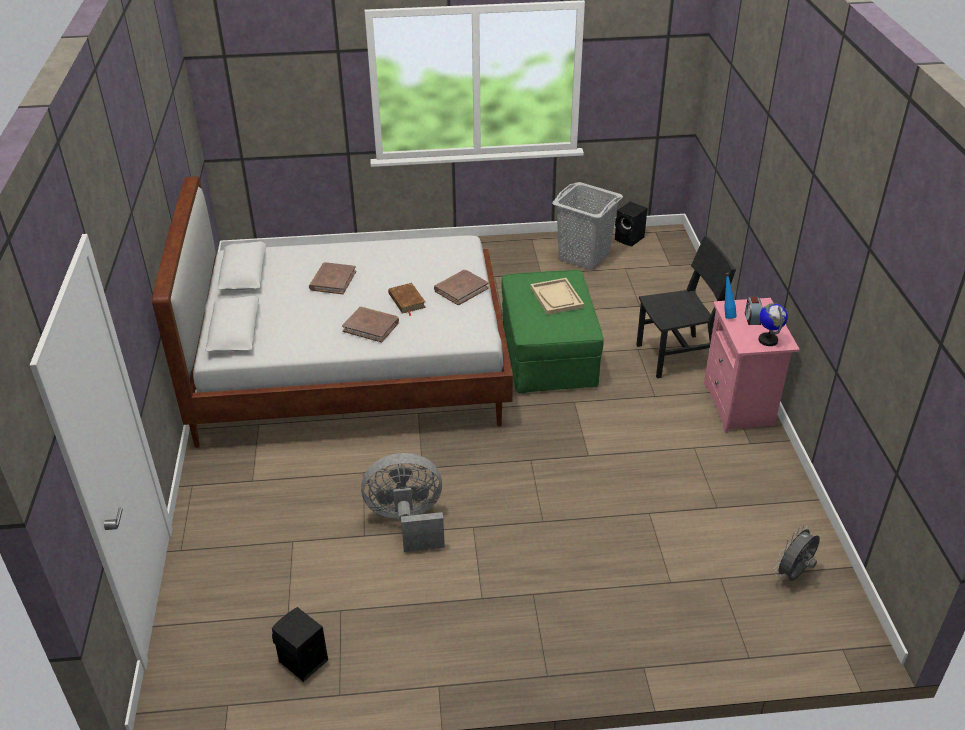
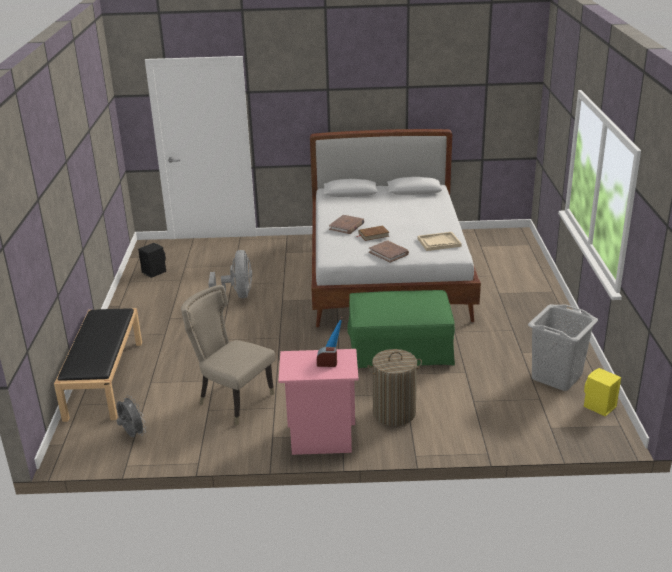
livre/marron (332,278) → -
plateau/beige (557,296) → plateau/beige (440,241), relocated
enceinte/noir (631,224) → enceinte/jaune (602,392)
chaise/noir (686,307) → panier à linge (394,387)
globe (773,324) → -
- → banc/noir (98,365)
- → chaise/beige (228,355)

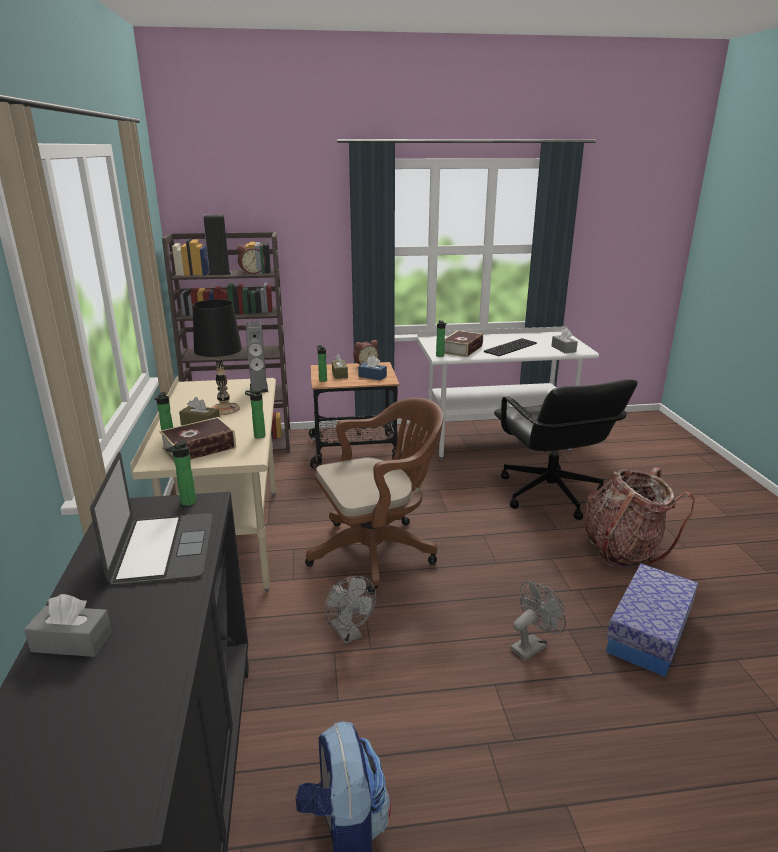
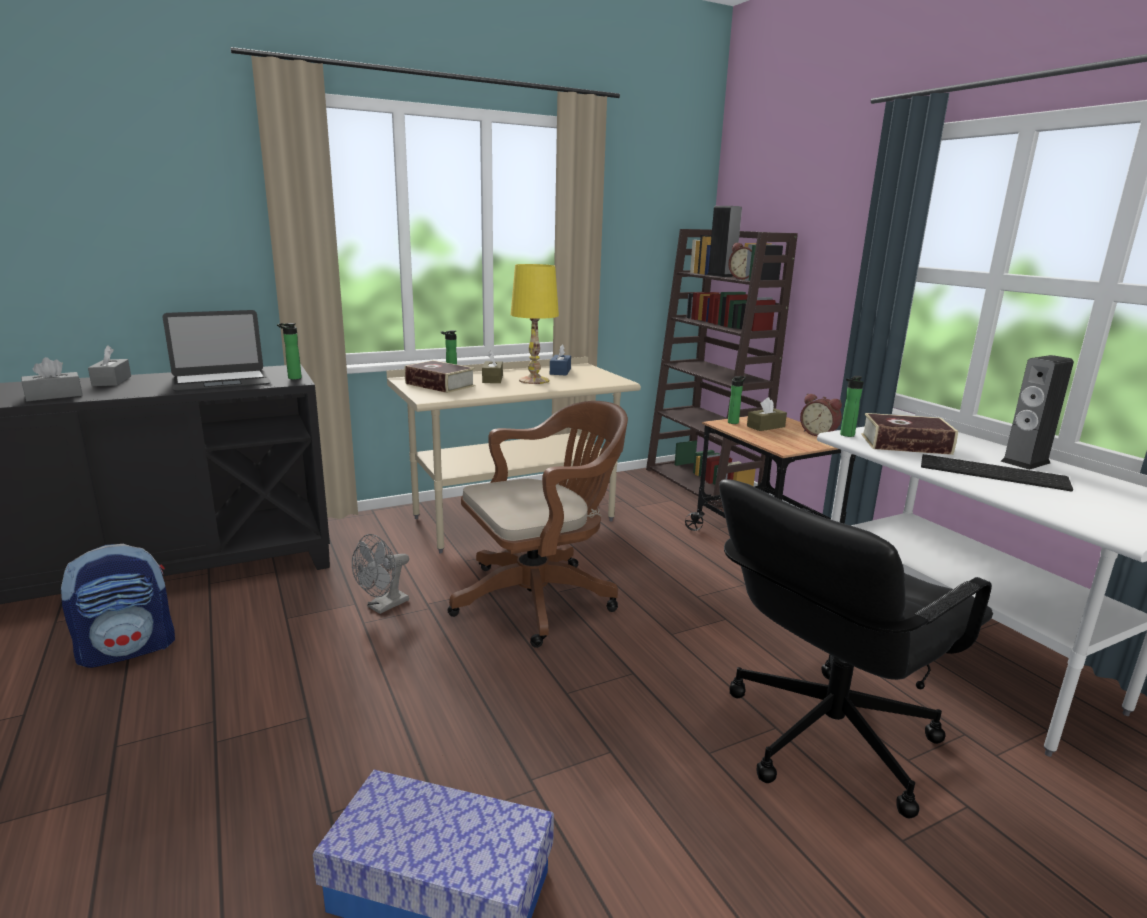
lampe de table/noir (217,357) → lampe de table/jaune (535,324)
enceinte (256,357) → enceinte (1037,412), relocated
bouteille (255,413) → -
chaise de bureau/marron (374,496) → chaise de bureau/marron (537,524), 75 degrees counterclockwise
boîte à mouchoirs/bleu (372,368) → boîte à mouchoirs/bleu (560,359), relocated
ventilateur/gris (538,621) → -
boîte à mouchoirs/gris (565,340) → boîte à mouchoirs/gris (51,379), relocated
sac à dos (639,517) → -

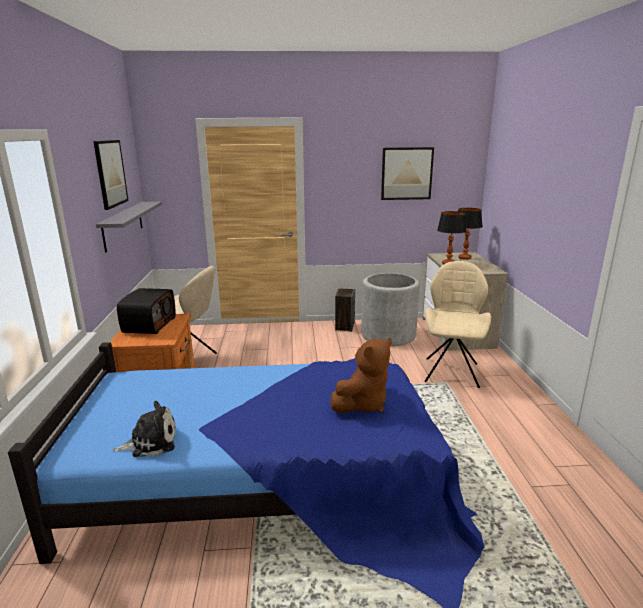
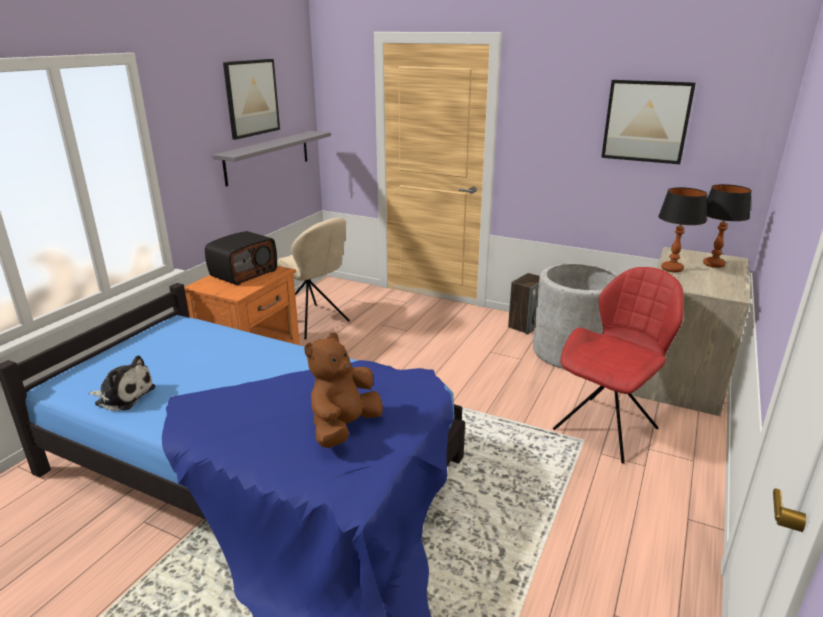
peluche/marron (361,375) → peluche/marron (343,390), 135 degrees clockwise
chaise/beige (458,324) → chaise/rouge (618,365)

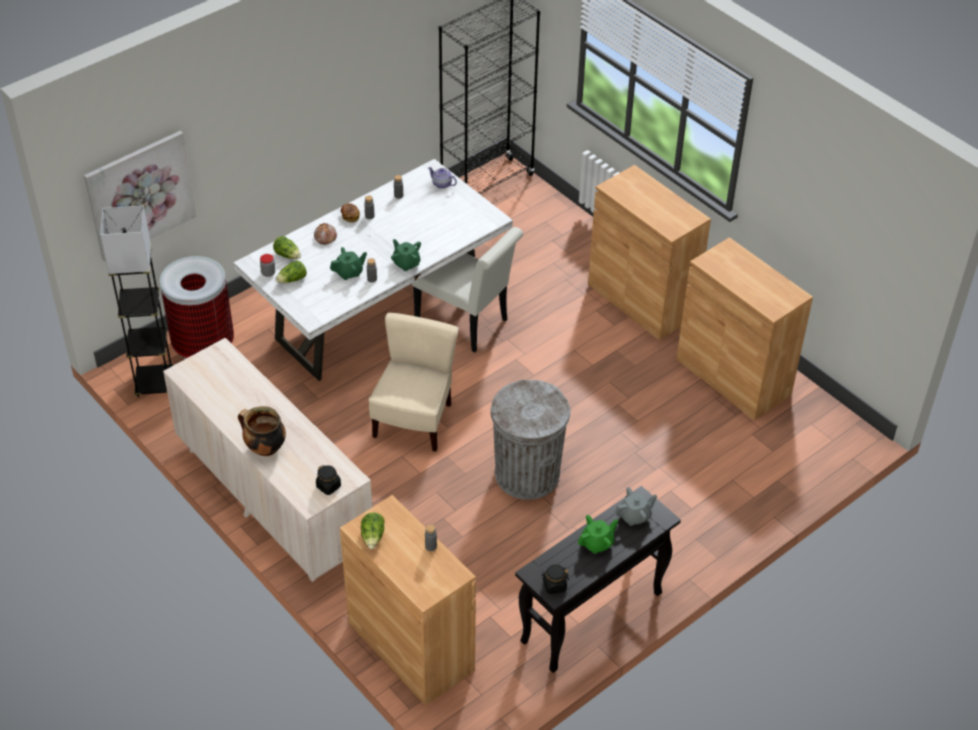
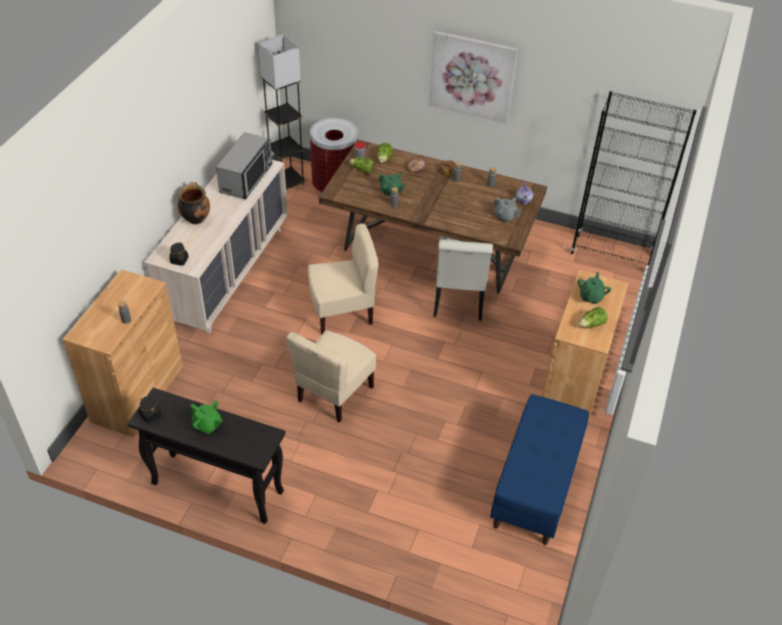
tableau (140,196) → tableau (473,77), relocated
table à manger/blanc (373,270) → table à manger/marron (433,216)
laitue (372,531) → laitue (593,317), relocated
théière/vert (406,255) → théière/vert (594,288), relocated
poubelle/gris (530,440) → chaise/beige (331,377)
théière/gris (636,506) → théière/gris (507,210), relocated
meuble de rangement/marron (744,329) → banc/bleu (539,469)
- → micro-ondes (244,165)

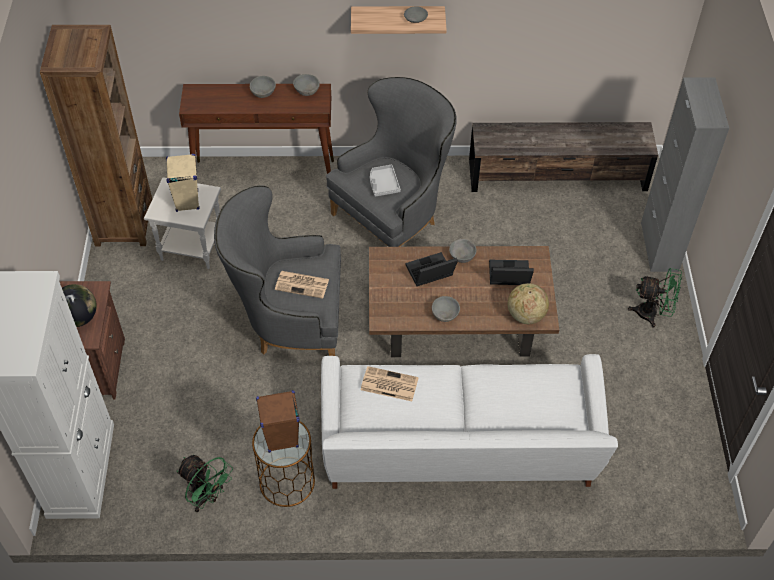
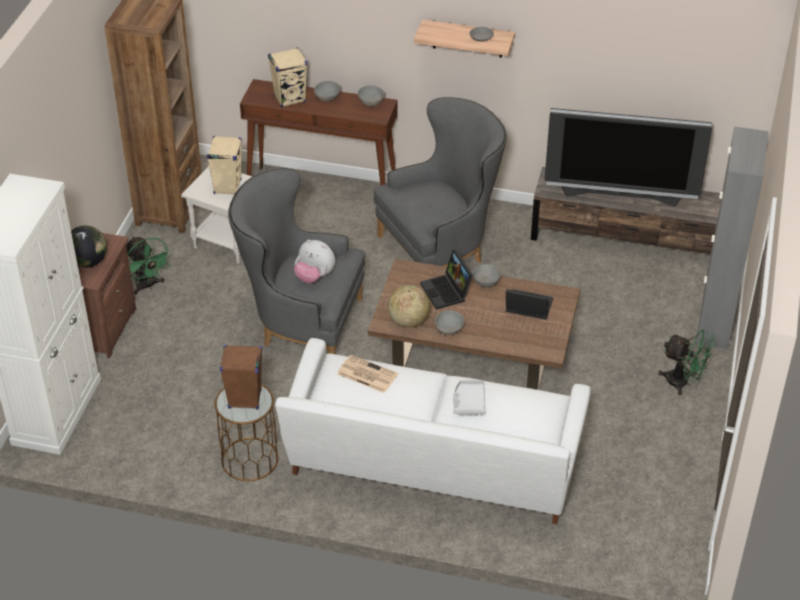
ventilateur/vert (205,483) → ventilateur/vert (149,265), relocated
journal (302,285) → peluche (314,261)
plateau/gris (385,180) → plateau/gris (469,397), relocated
ordinateur portable (431,269) → ordinateur portable (446,279), 105 degrees counterclockwise
globe (528,303) → globe (409,306), relocated
- → enceinte/beige (287,78)
- → téléviseur (628,157)

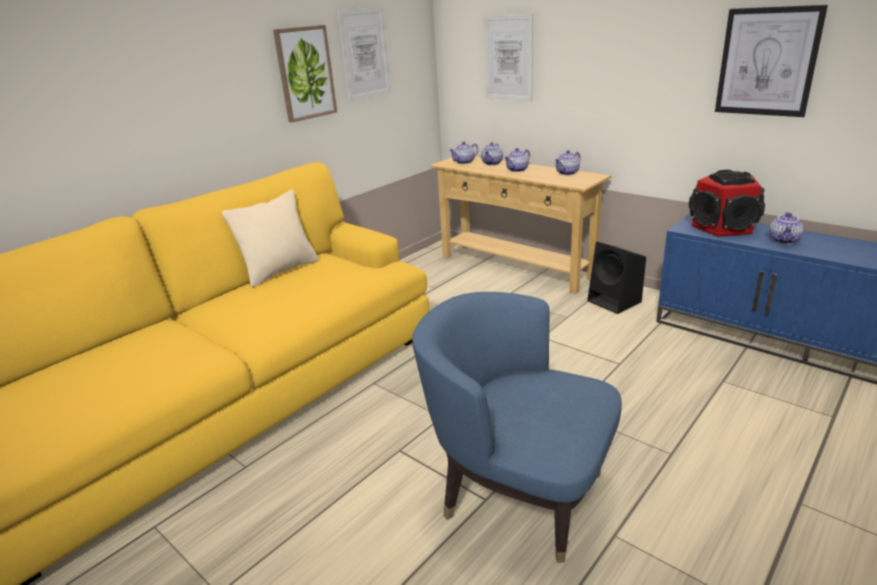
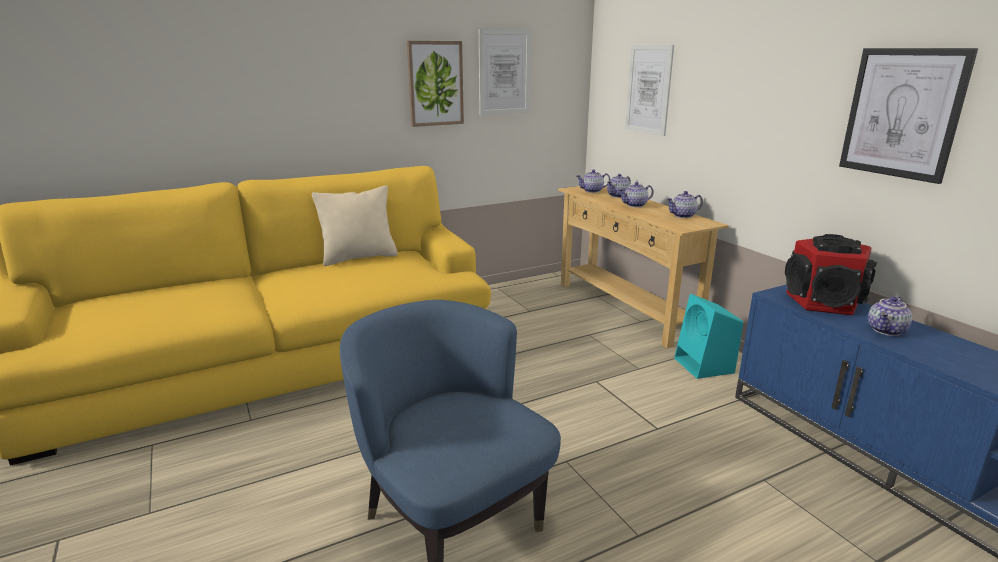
enceinte/noir (616,278) → enceinte/turquoise (708,336)

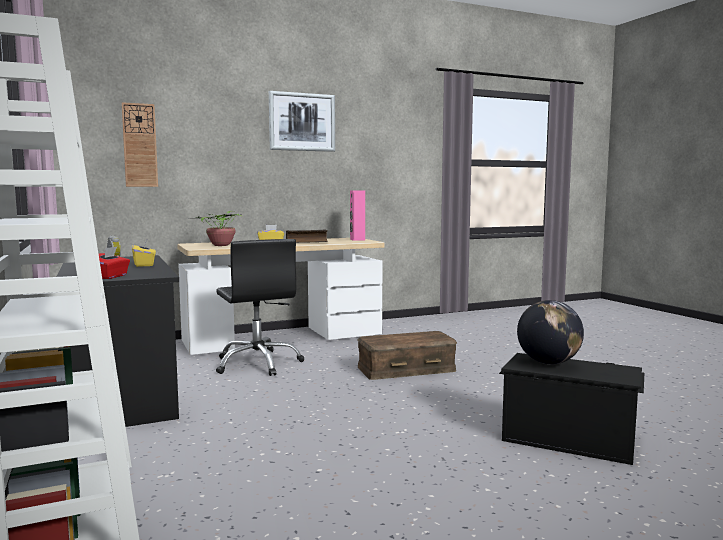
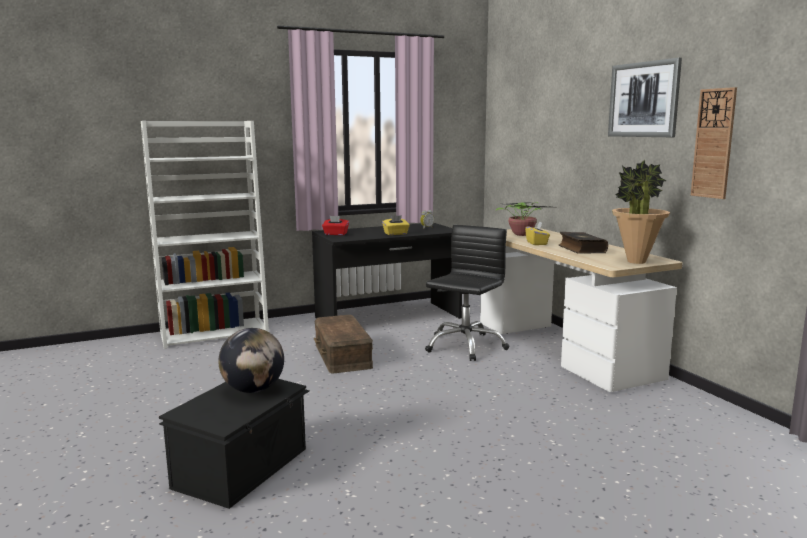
horloge murale (140,144) → horloge murale (714,143), relocated
chaise de bureau/noir (260,307) → chaise de bureau/noir (467,293), 150 degrees clockwise
enceinte/rose (357,215) → plante en pot (641,212)
boîte de rangement/marron (407,355) → boîte de rangement/marron (343,344), relocated

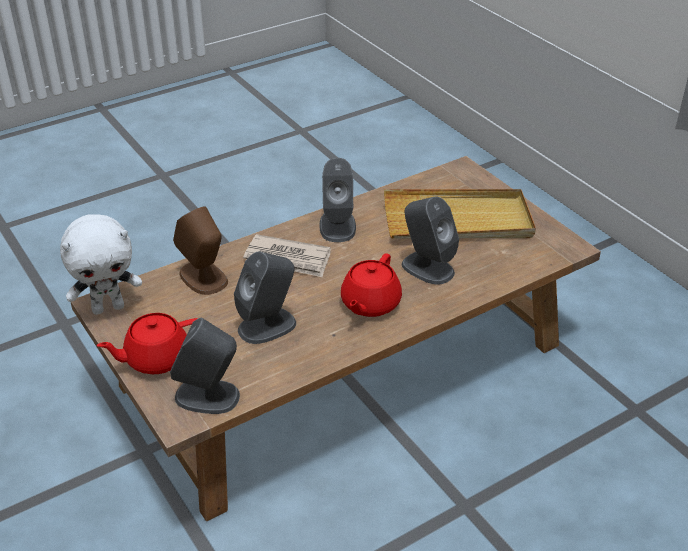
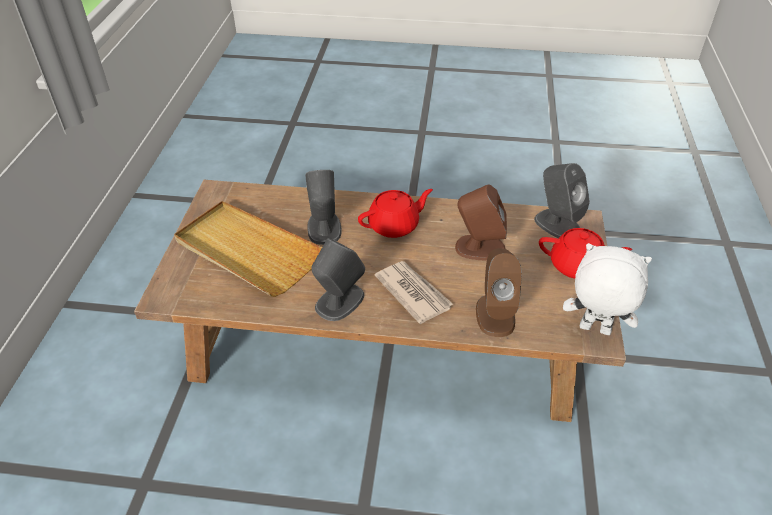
enceinte/gris (265,298) → enceinte/marron (481,222)

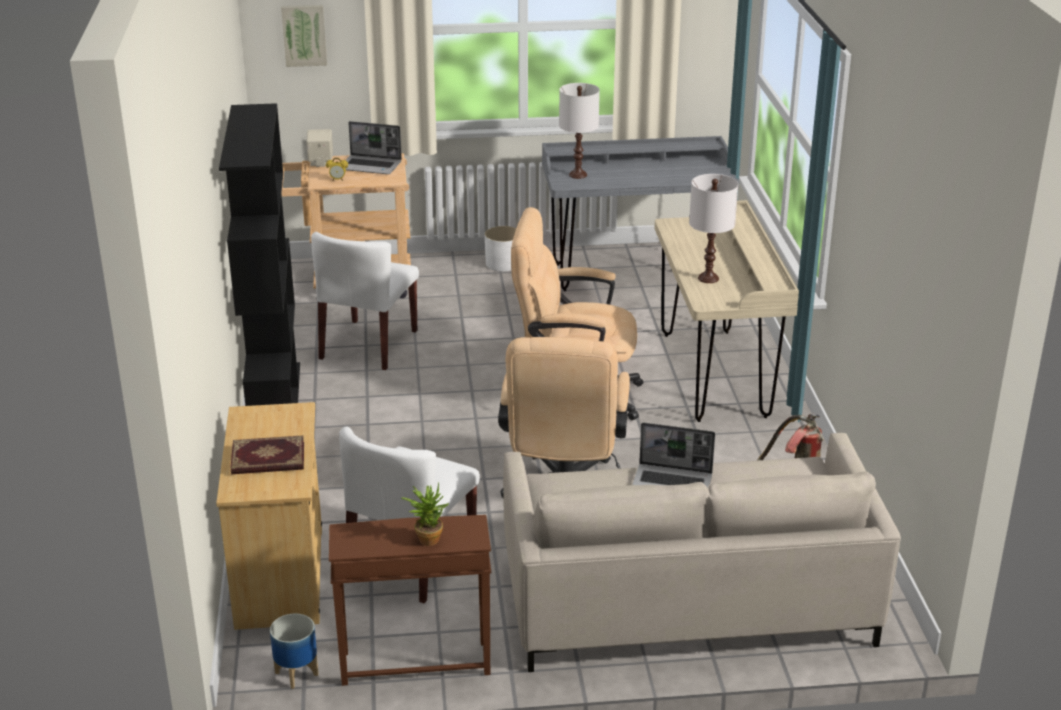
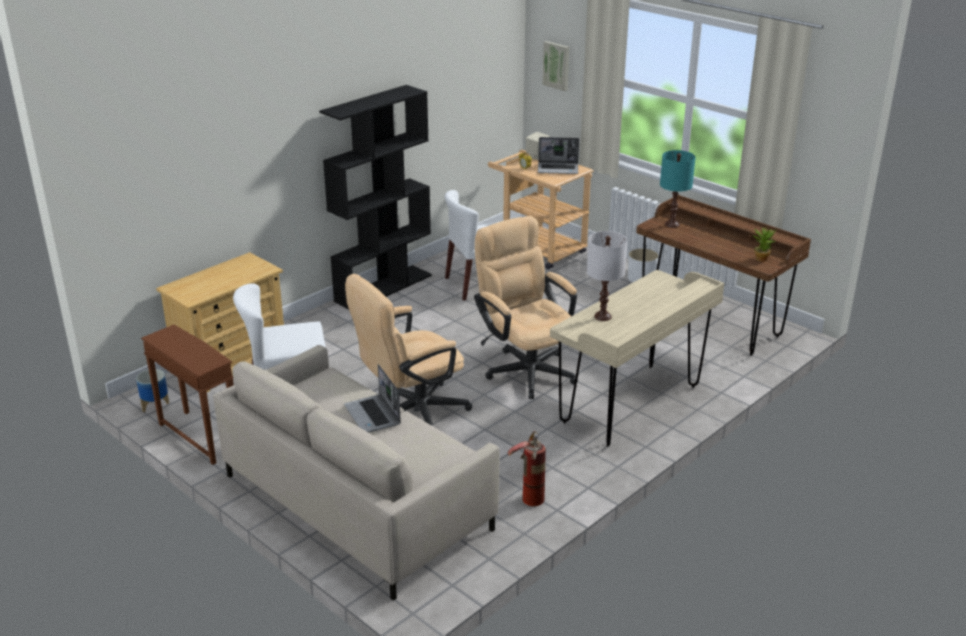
livre (267,454) → -
ordinateur portable (374,147) → ordinateur portable (558,155), 60 degrees counterclockwise
plante en pot (425,514) → plante en pot (764,245), relocated
bureau/gris (640,213) → bureau/marron (723,275)
lampe de table/blanc (579,131) → lampe de table/turquoise (678,189)

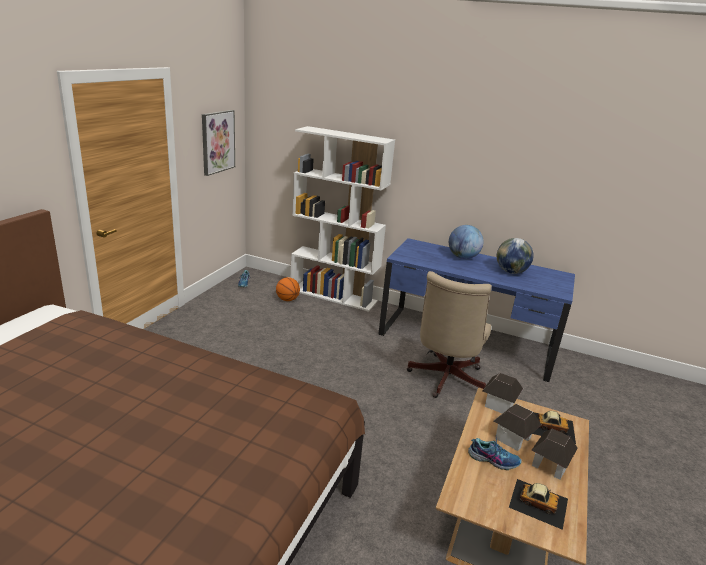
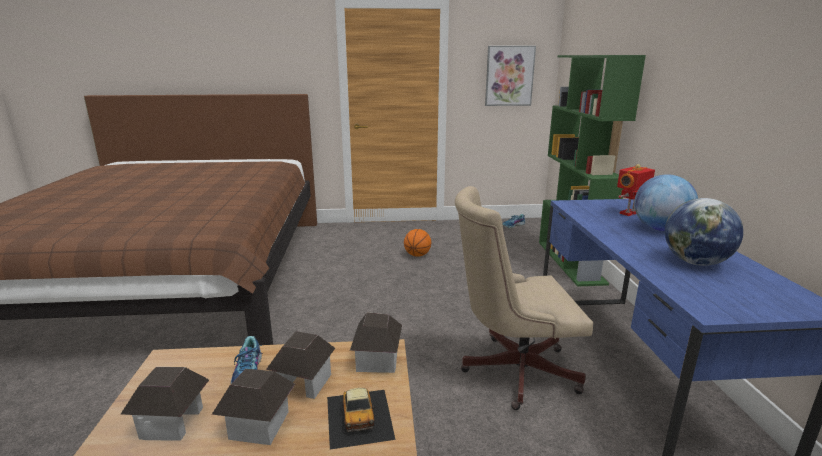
ballon de basket (288,289) → ballon de basket (417,243), relocated
bibliothèque/blanc (343,219) → bibliothèque/vert (592,170)
petite voiture (538,504) → maison miniature (165,403)
- → robot jouet (636,190)

